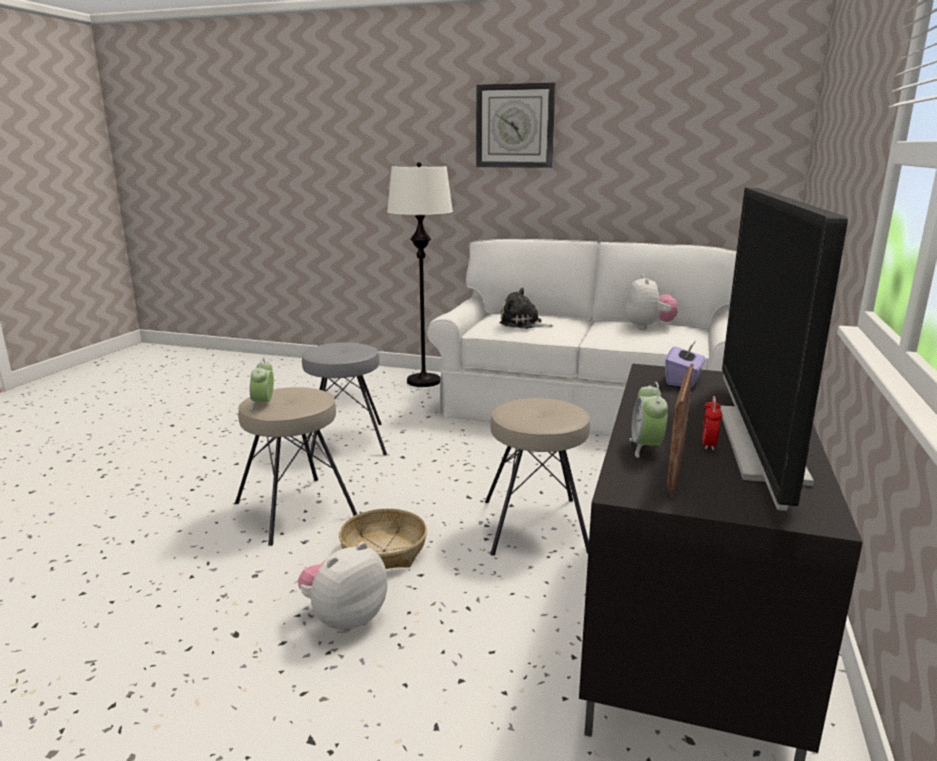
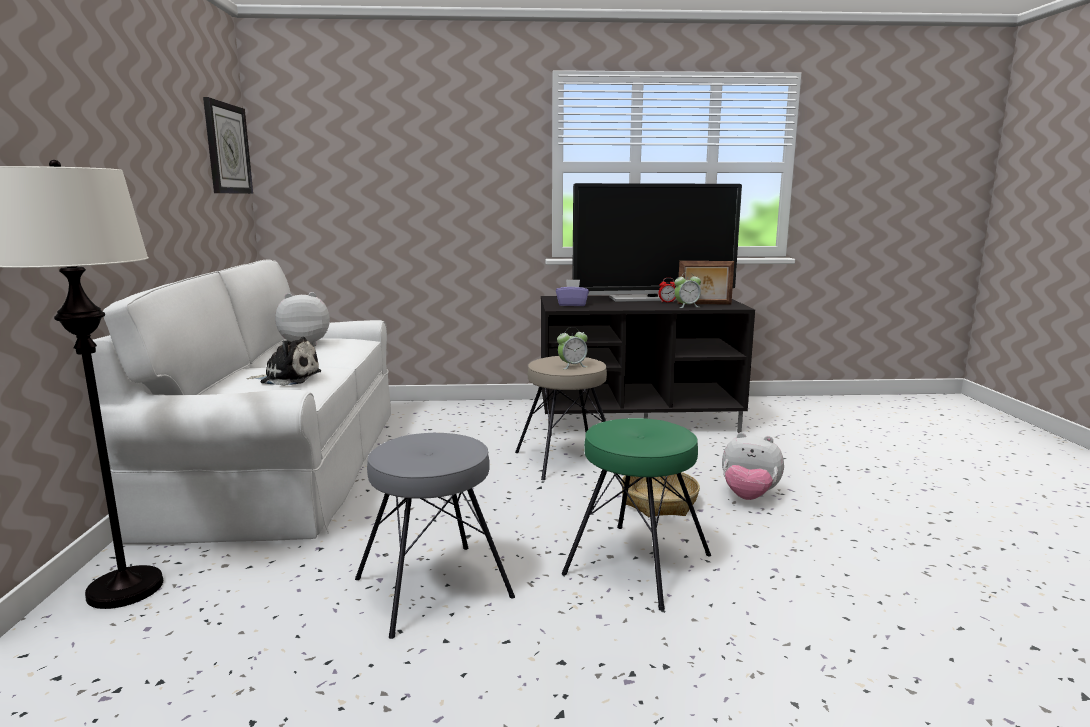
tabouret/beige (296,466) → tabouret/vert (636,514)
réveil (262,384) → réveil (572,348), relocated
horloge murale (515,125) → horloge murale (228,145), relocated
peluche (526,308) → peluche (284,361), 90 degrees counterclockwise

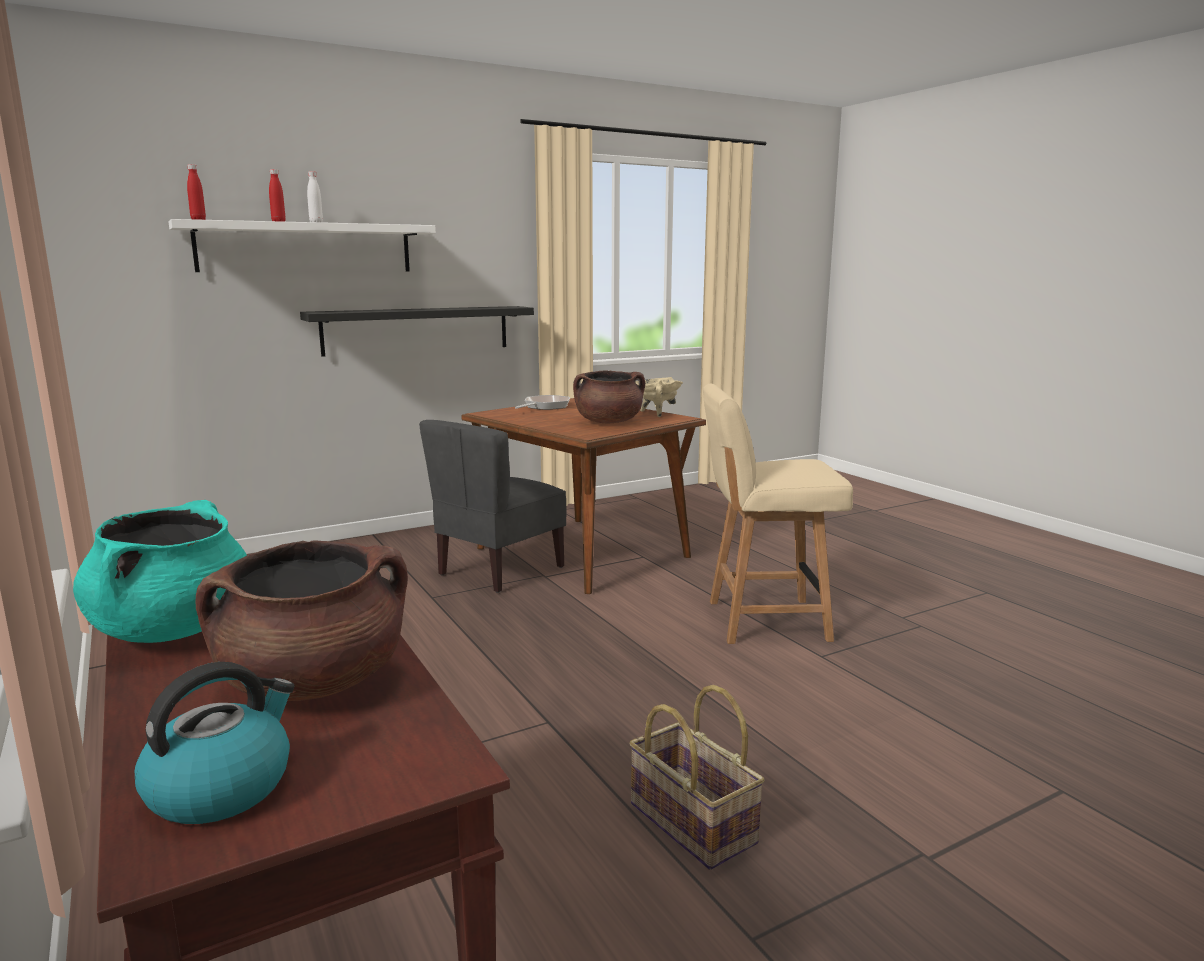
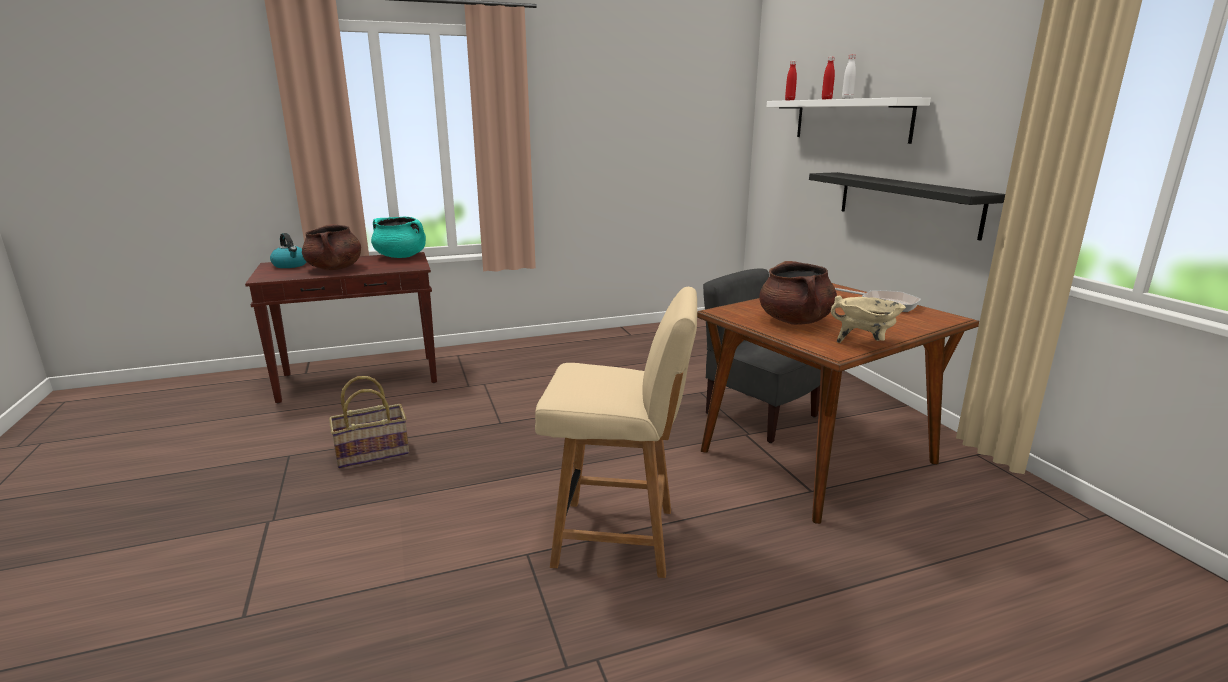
chaise/beige (778,514) → chaise/beige (616,432), 90 degrees clockwise

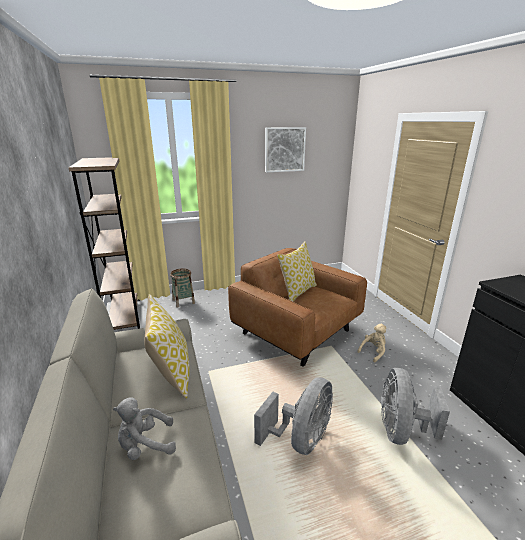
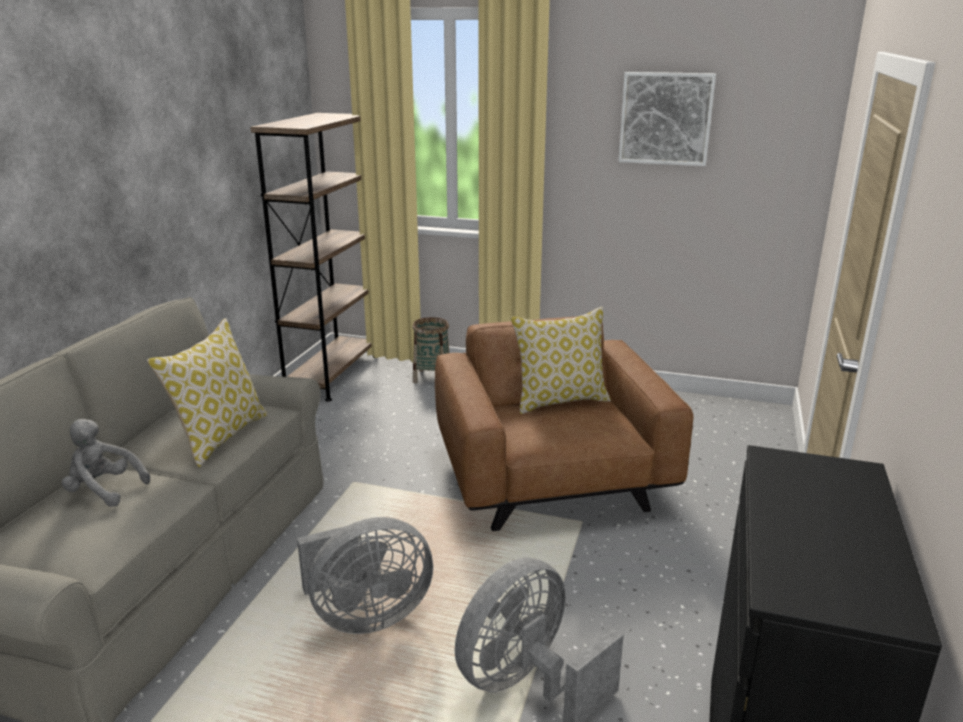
peluche/beige (371,343) → -

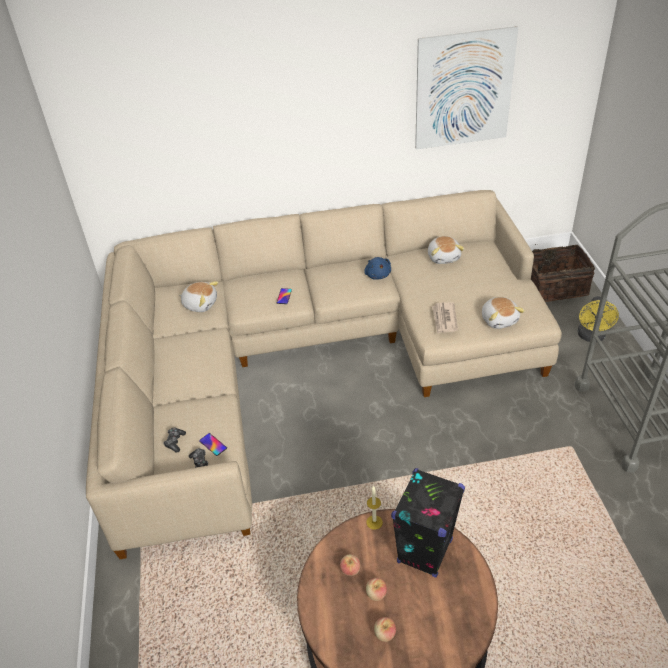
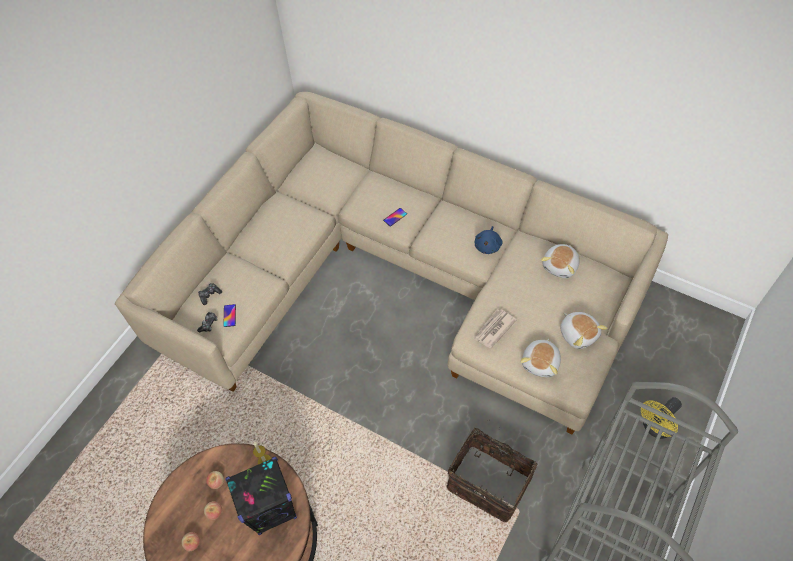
peluche (199,296) → peluche (584,330), relocated
tableau (466,87) → -
panier (563,273) → panier (492,475), relocated

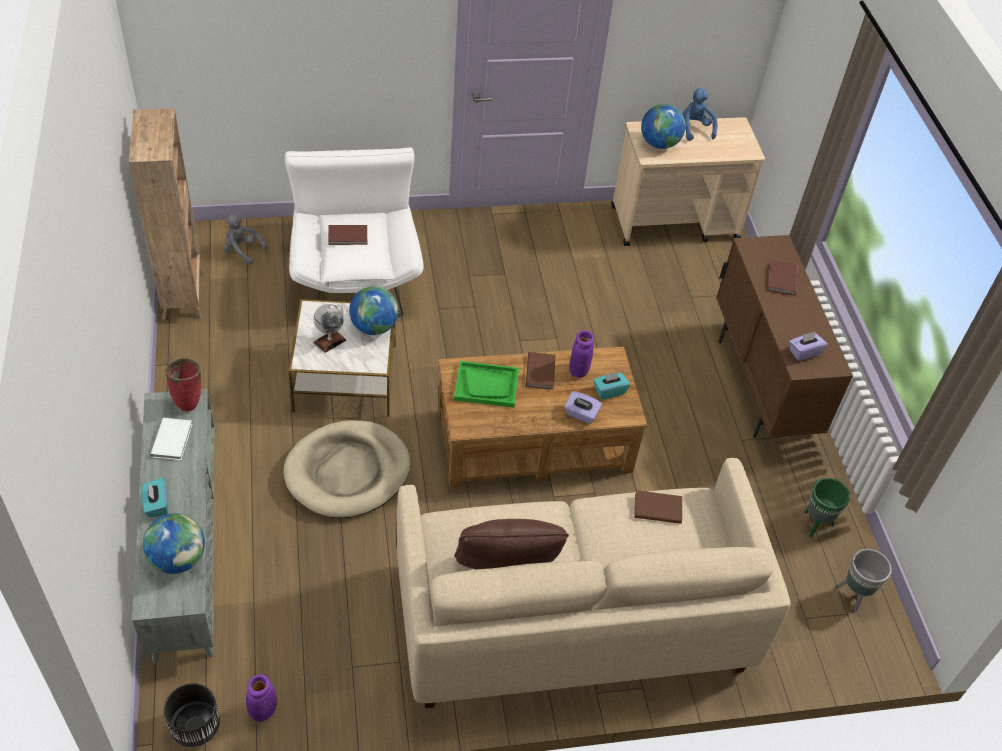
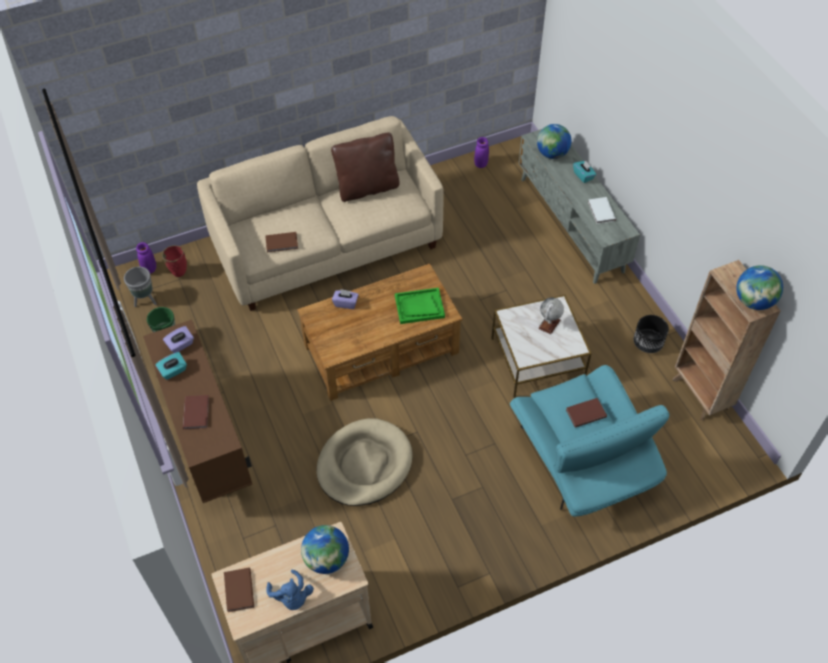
cache-pot/noir (192,715) → cache-pot/noir (651,334), relocated
vase/rouge (183,384) → vase/rouge (174,261), relocated
peluche/gris (245,239) → -
panier pour chien/beige (347,469) → panier pour chien/beige (364,462), relocated
fauteuil/blanc (354,231) → fauteuil/turquoise (590,441)
globe (373,310) → globe (759,287), relocated
livre/marron (541,371) → livre/marron (239,590), relocated
vase/violet (581,354) → vase/violet (146,258), relocated
boîte à mouchoirs/turquoise (611,386) → boîte à mouchoirs/turquoise (171,366), relocated

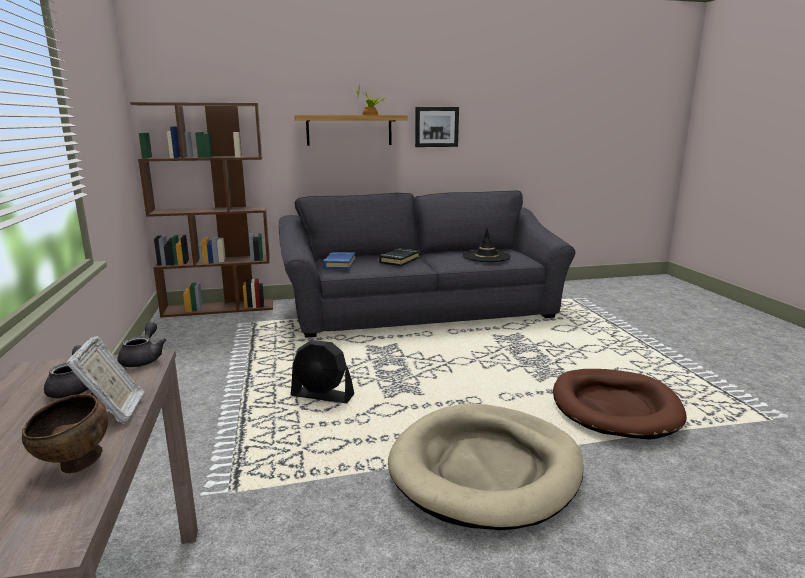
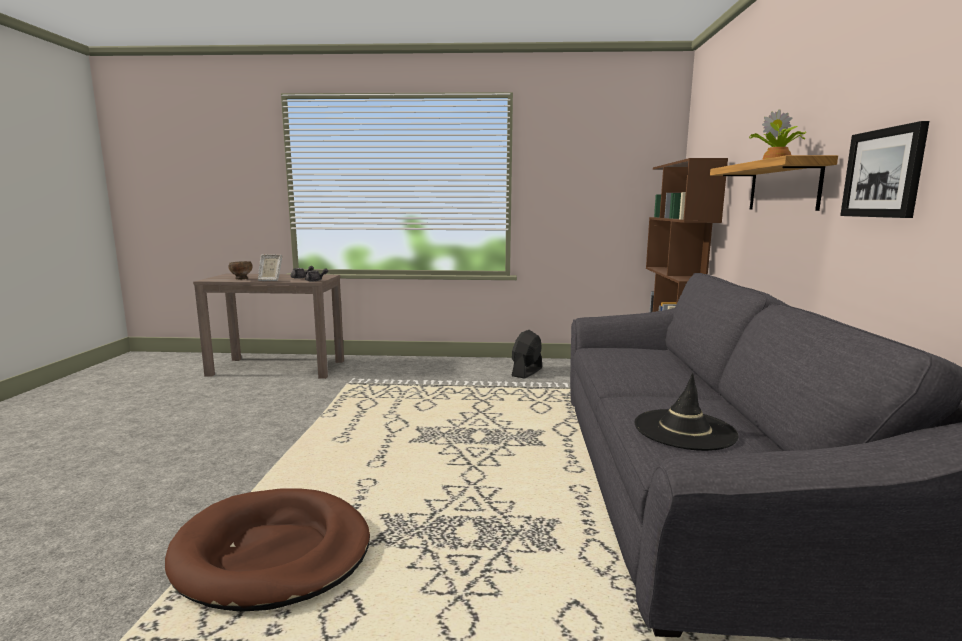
ventilateur/noir (322,371) → ventilateur/noir (526,354), relocated
livre/bleu (339,260) → -
livre/noir (399,257) → -
panier pour chien/beige (486,467) → -

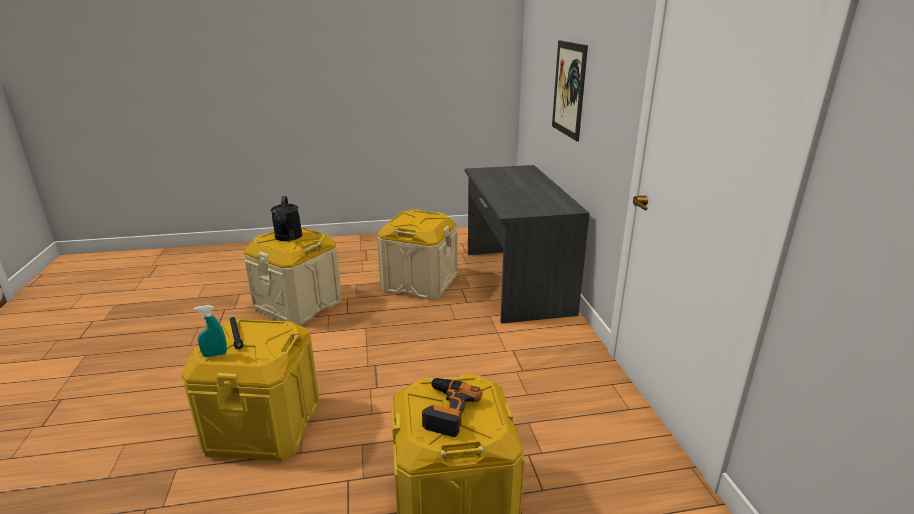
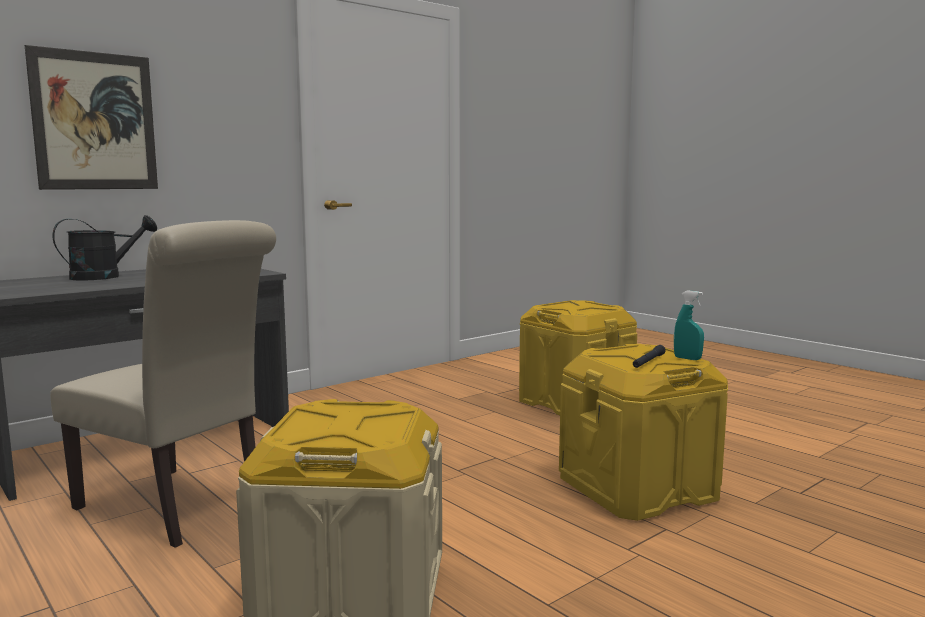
arrosoir/noir (286,218) → arrosoir/noir (104,247), relocated
boîte de rangement/beige (417,254) → chaise/beige (163,384)
perceuse (452,407) → -

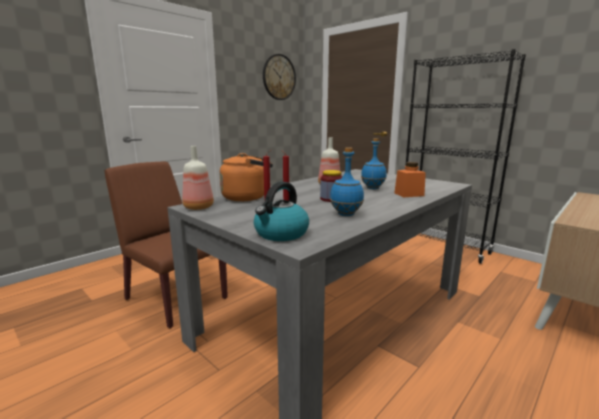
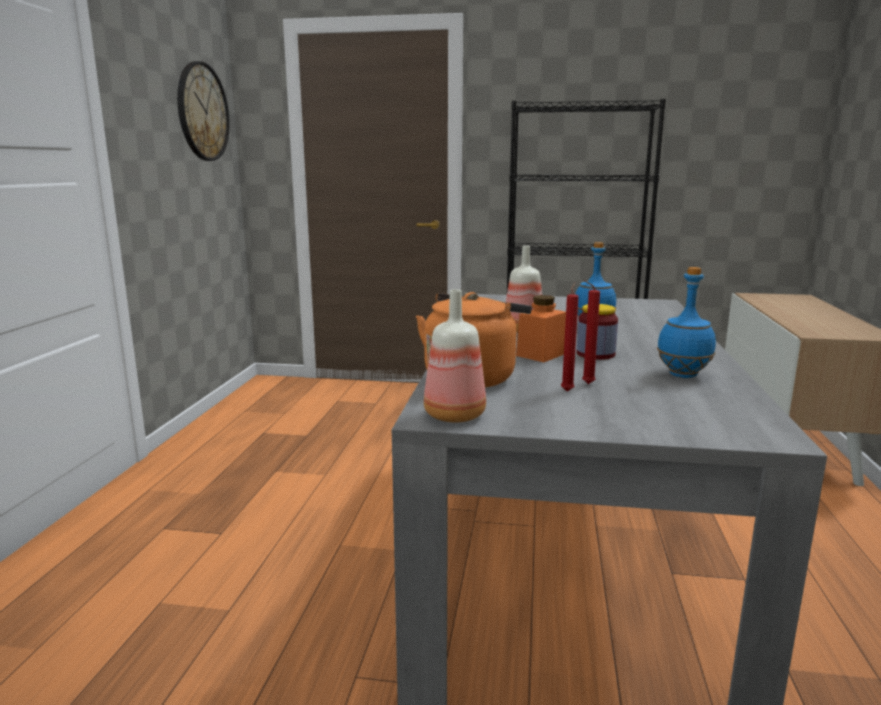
chaise/marron (166,244) → -
bouilloire (281,211) → -
bocal/orange (410,179) → bocal/orange (541,328), relocated

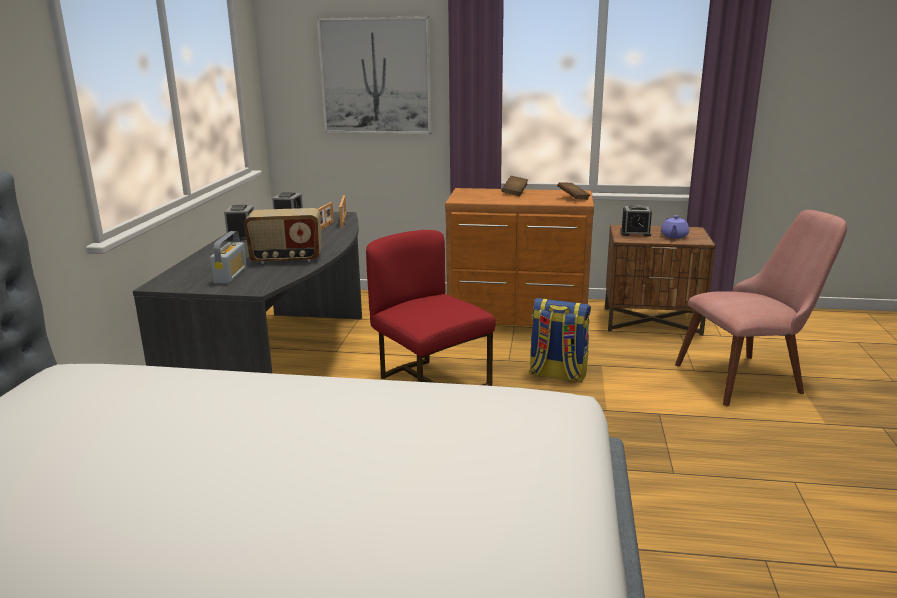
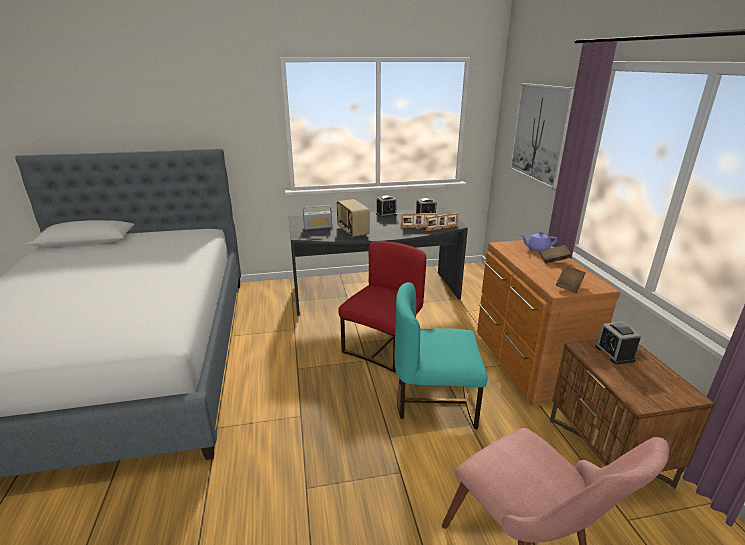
sac à dos (560,340) → chaise/turquoise (441,355)
théière/violet (675,227) → théière/violet (538,241), relocated

